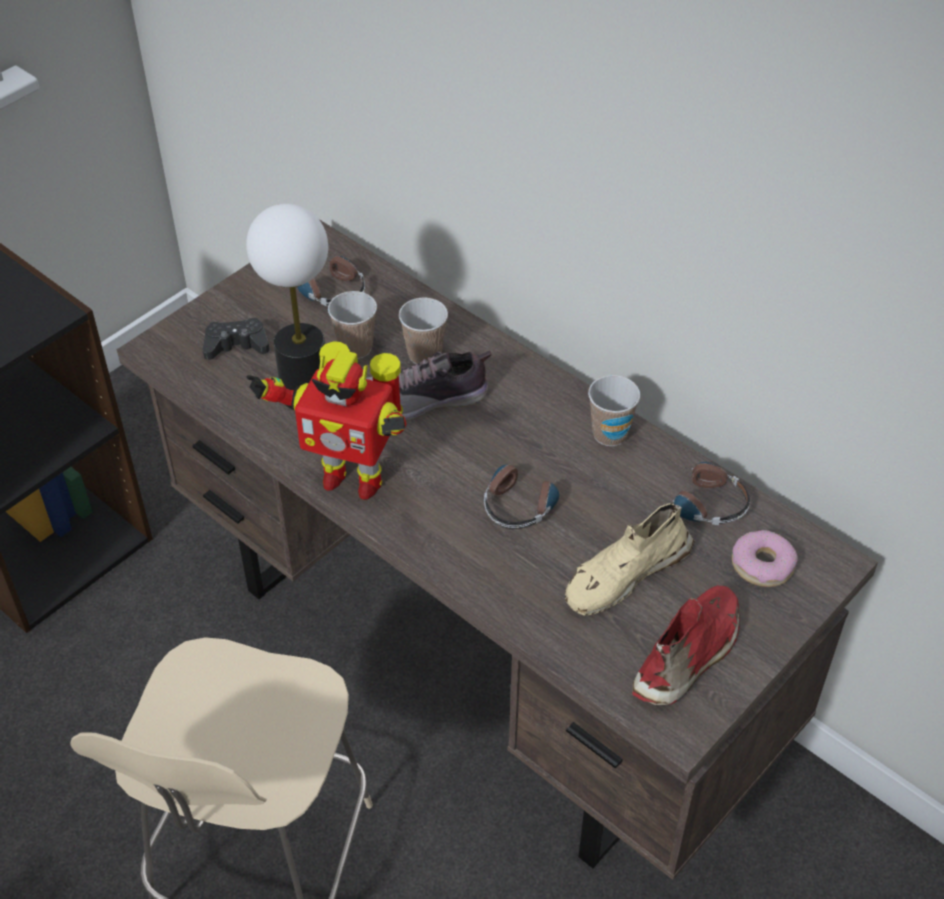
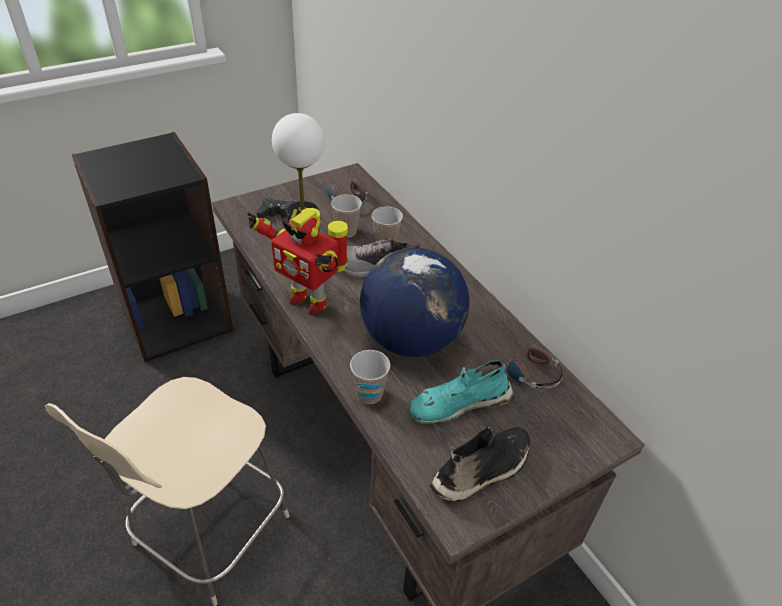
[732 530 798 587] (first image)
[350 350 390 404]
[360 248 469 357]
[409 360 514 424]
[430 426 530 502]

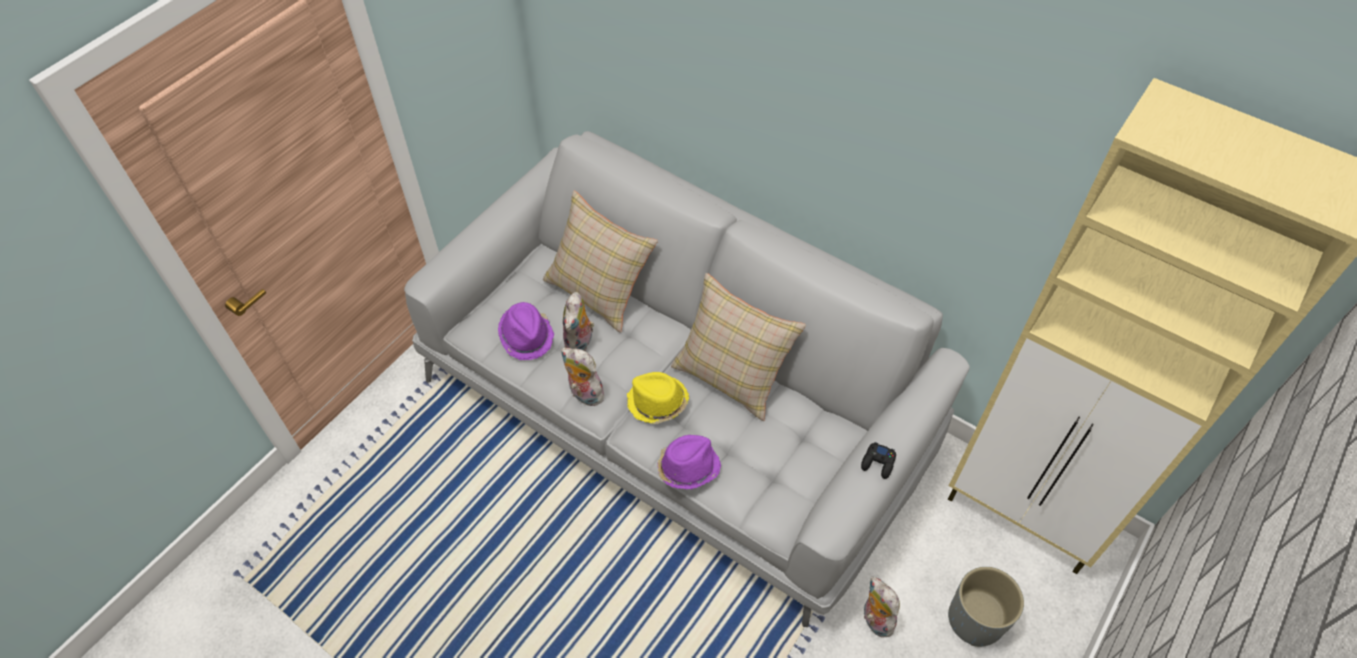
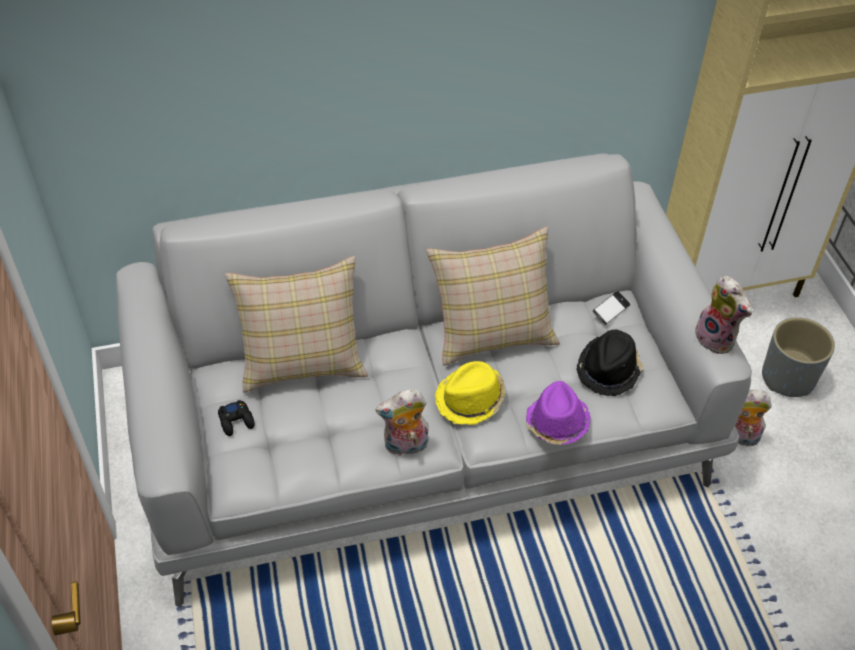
[498 302 554 360] (first image)
[576 330 643 396]
[592 291 630 325]
[695 276 752 354]
[218 400 254 436]

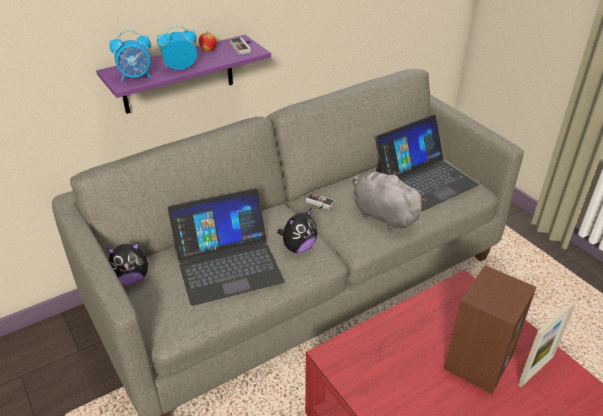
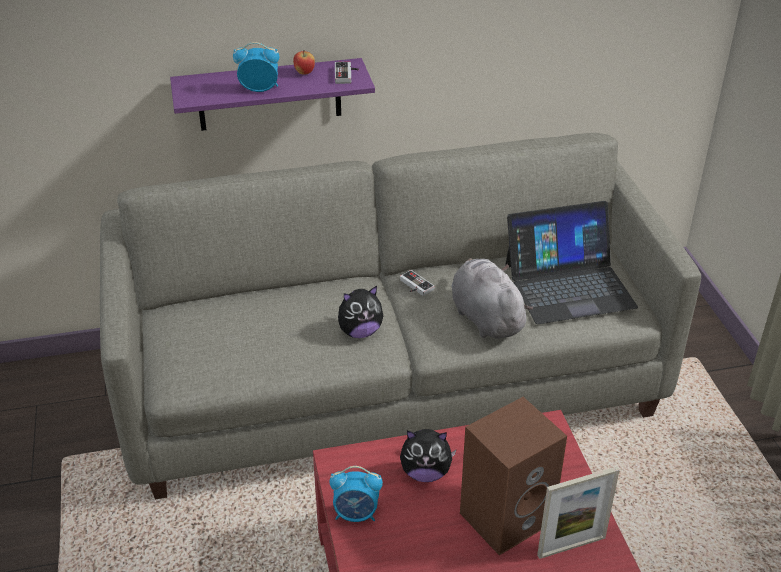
[168 188 285 306] (first image)
[400 429 457 482]
[330 466 383 522]

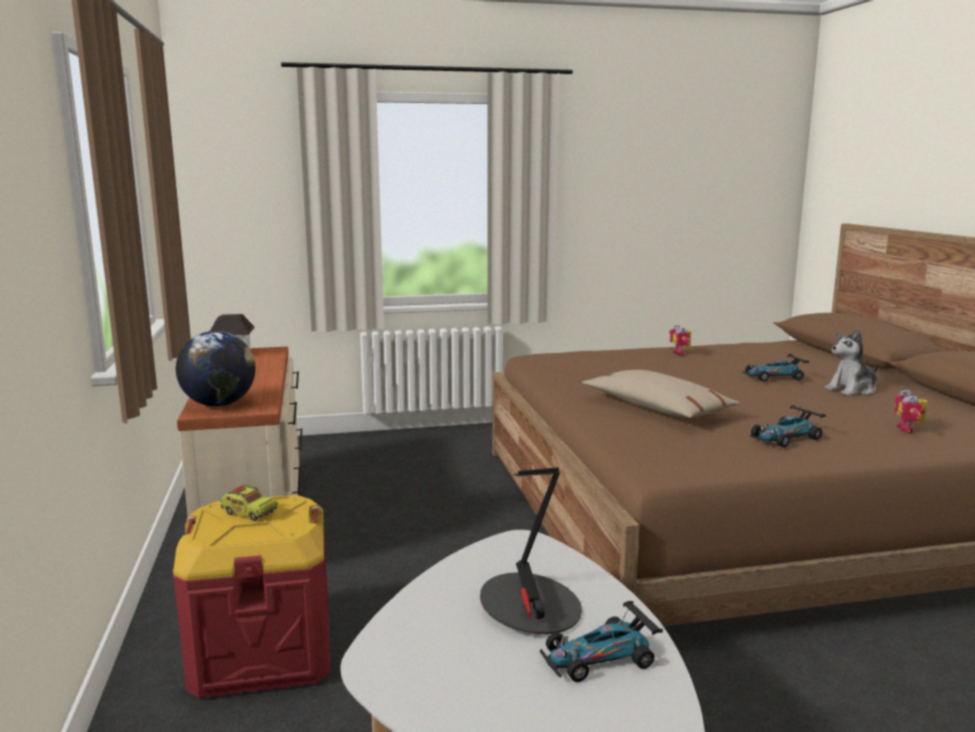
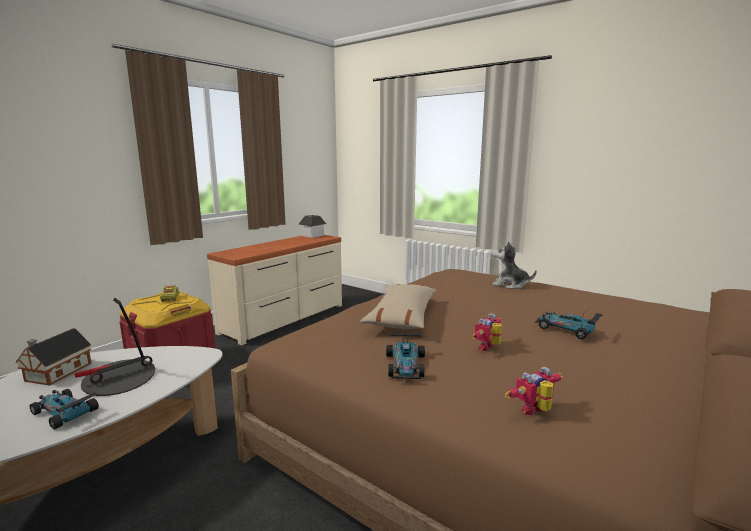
[176 331 256 406] (first image)
[15 328 91 386]
[472 313 502 351]
[492 241 537 289]
[386 330 425 379]

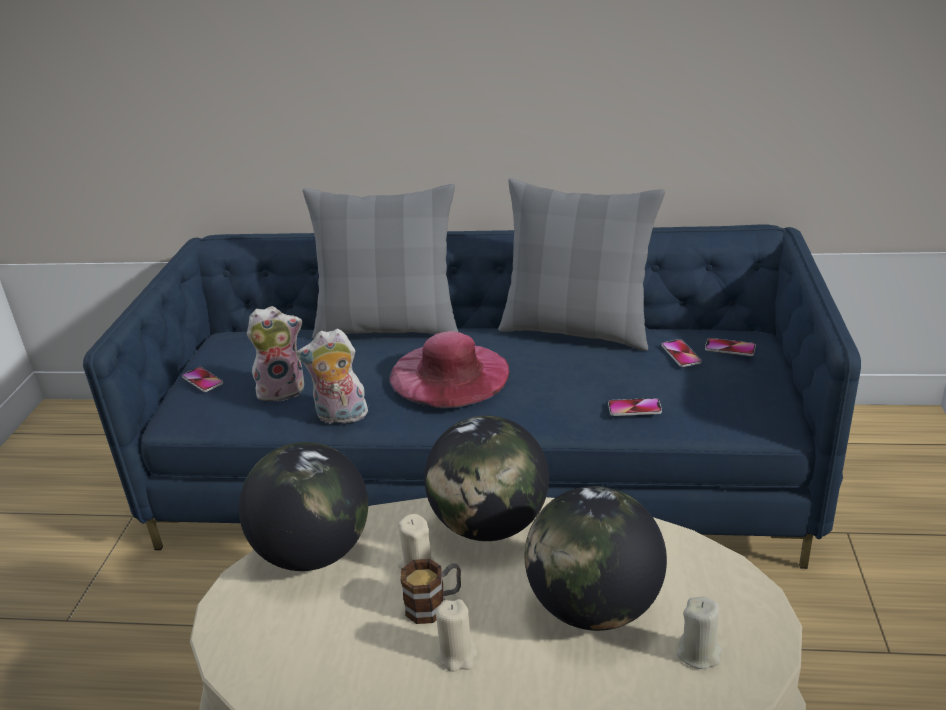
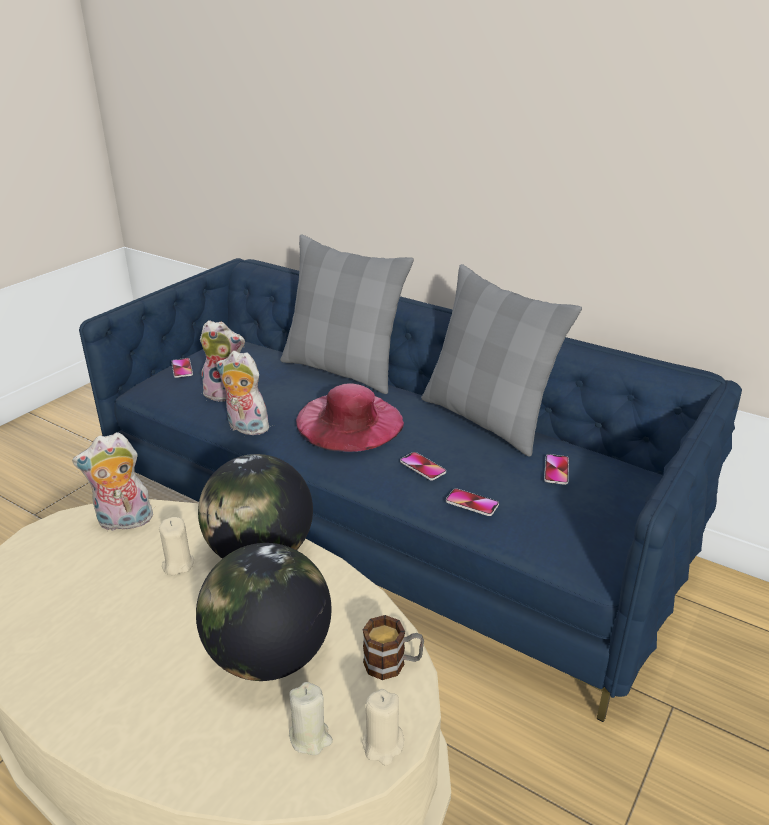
[363 615 424 680]
[362 689 404 766]
[400 452 446 481]
[72 432 154 532]

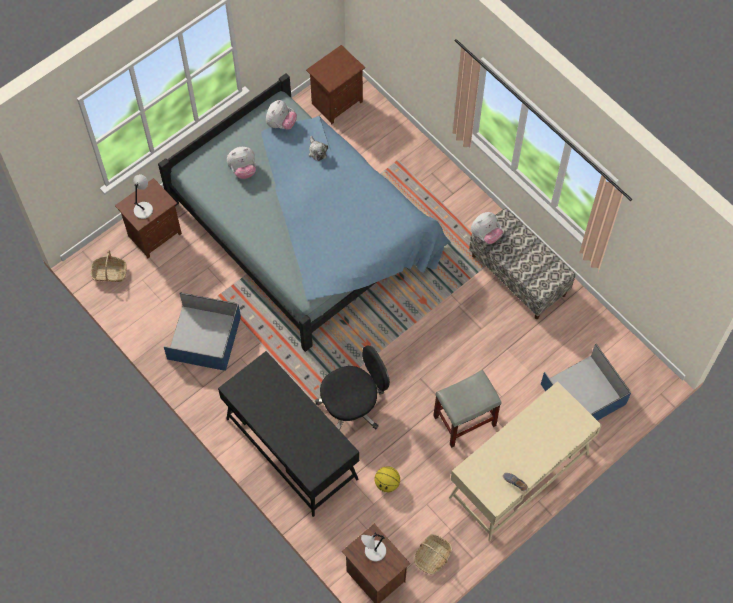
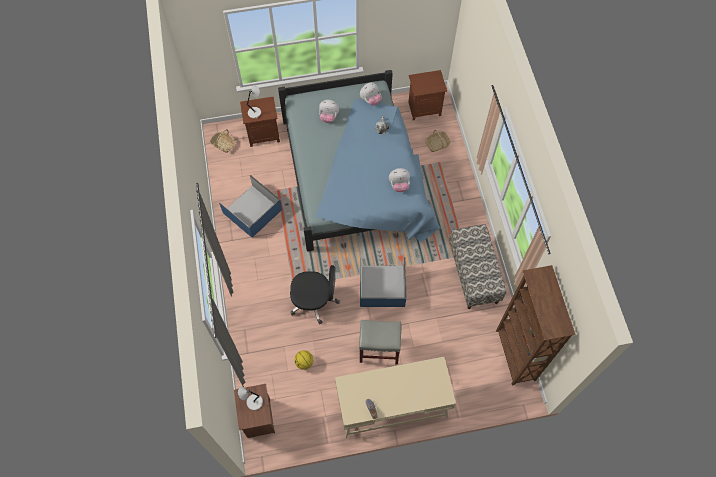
[218 351 359 517] (first image)
[496 265 576 386]
[425 130 451 152]
[389 168 410 192]
[360 257 407 307]

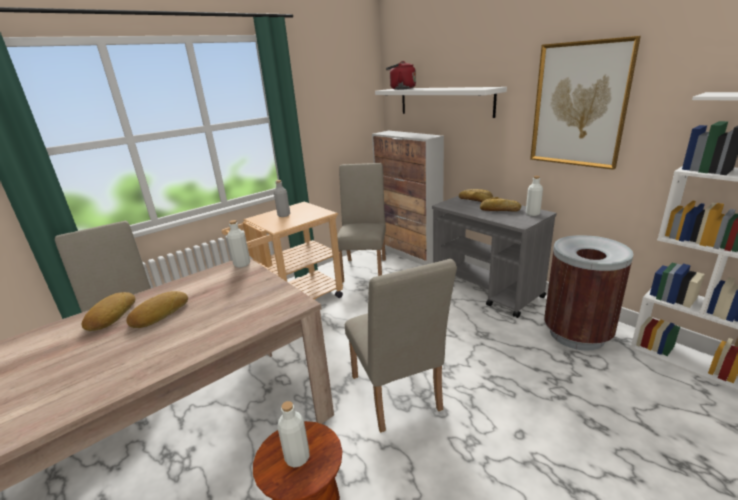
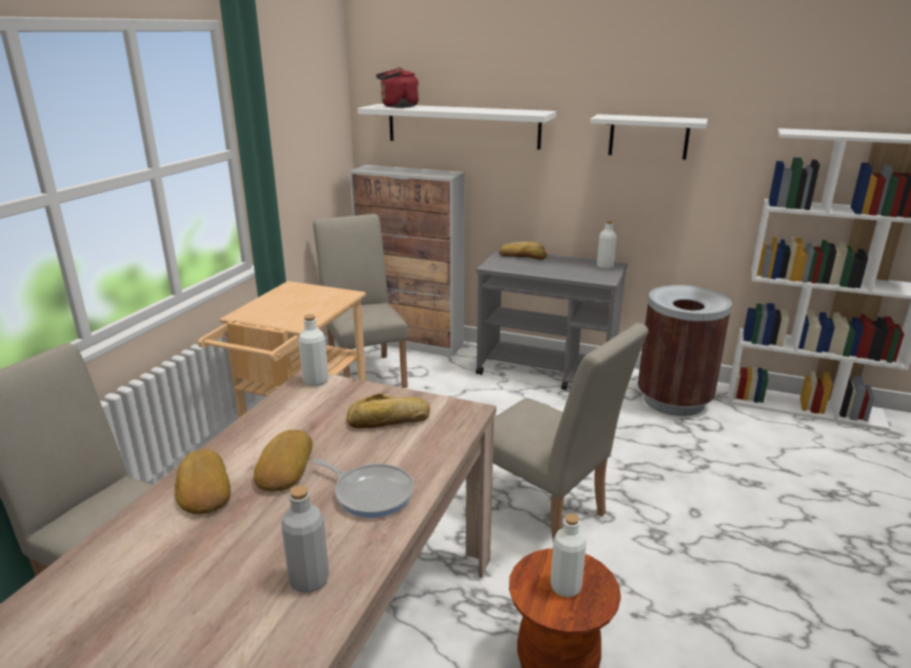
[314 459 414 518]
[281 485 329 593]
[347 393 430 428]
[590 114 708 160]

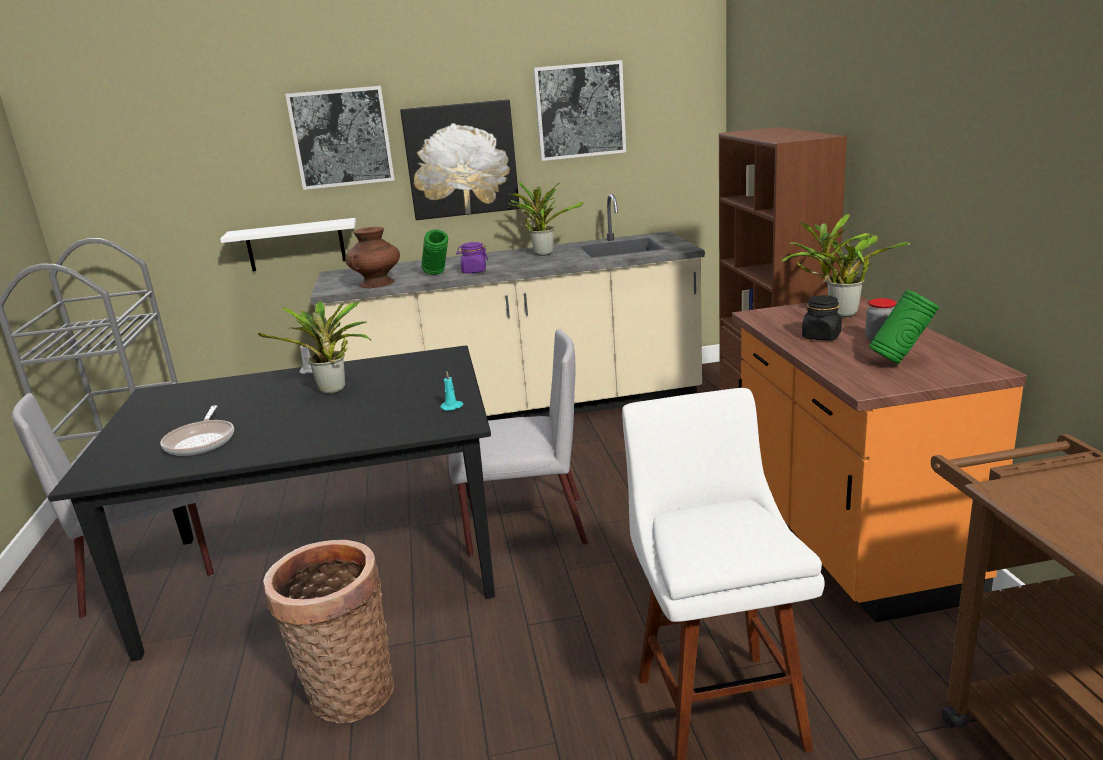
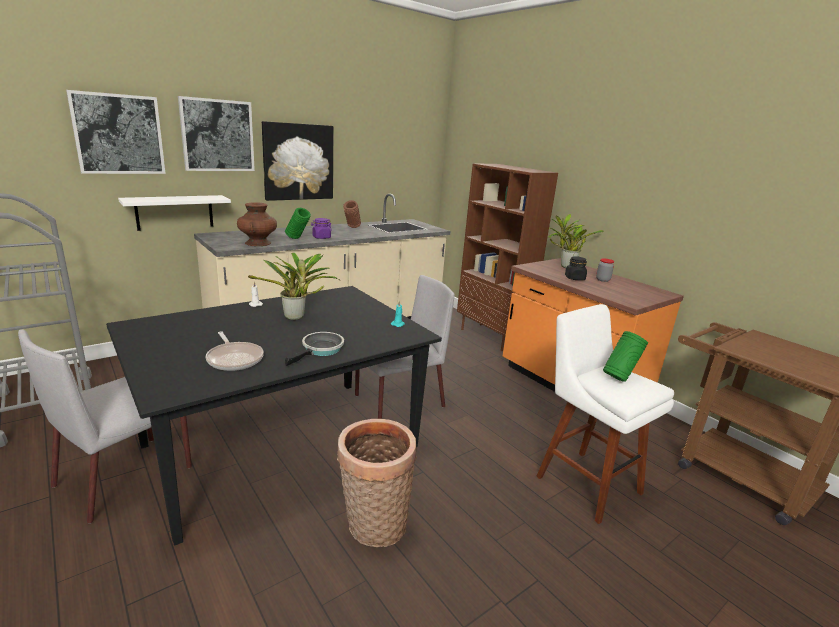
[285 332 344 366]
[66 90 166 174]
[603 331 648 382]
[343 200 361 228]

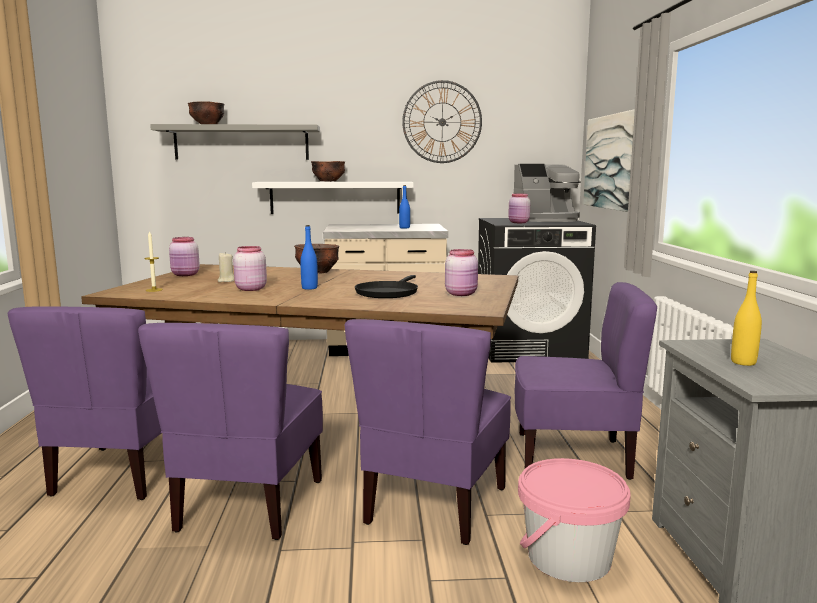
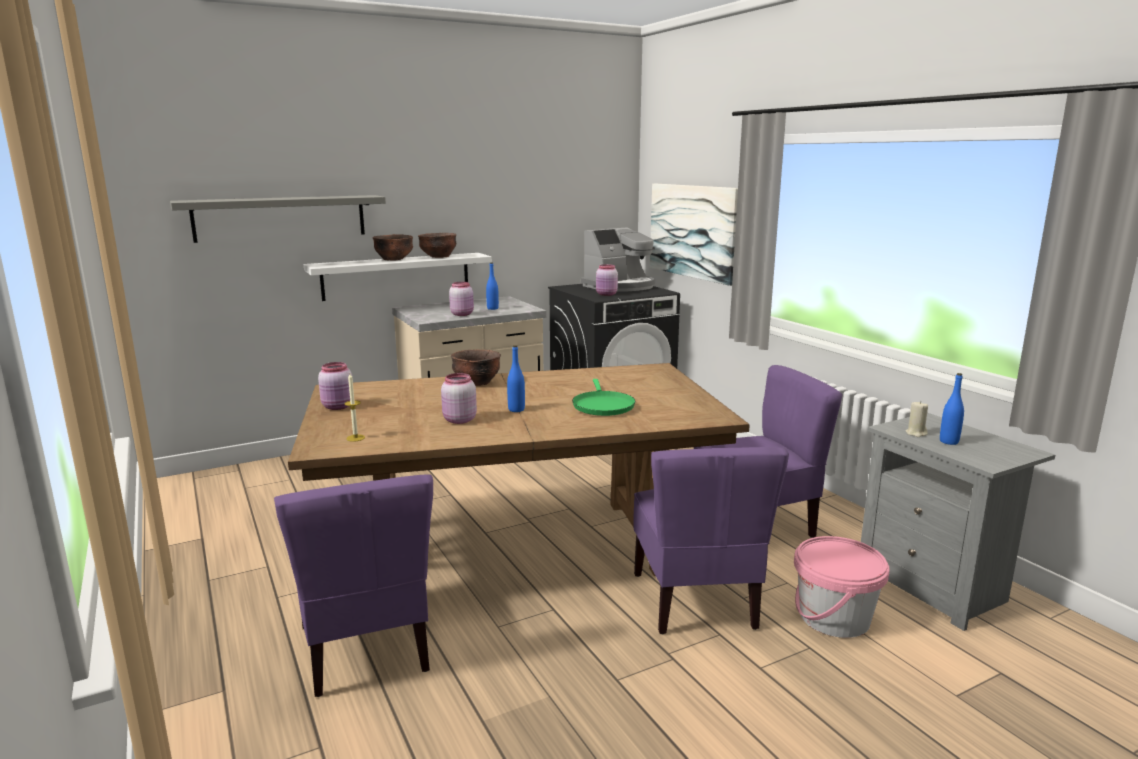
[138 323 323 540] (first image)
[402 80 482 163] (first image)
[418 233 457 258]
[906 401 928 437]
[449 282 474 316]
[572 379 636 416]
[940 373 964 445]

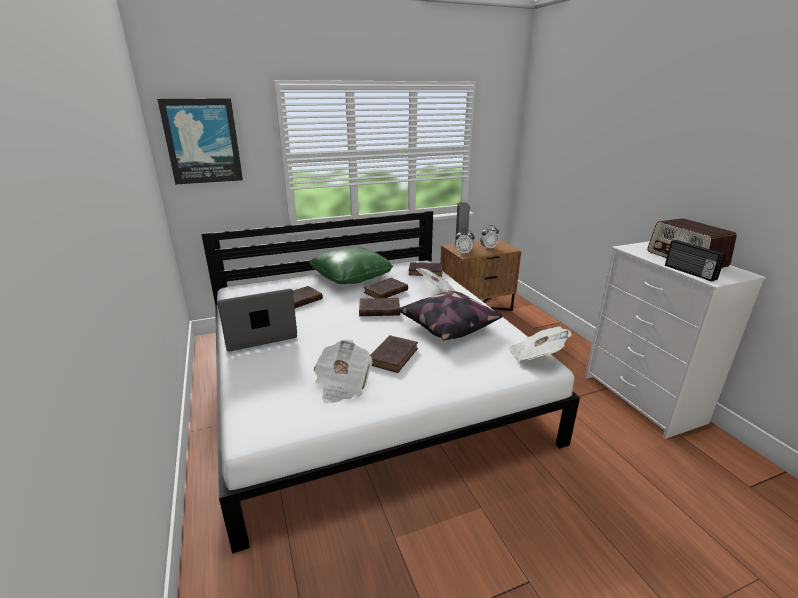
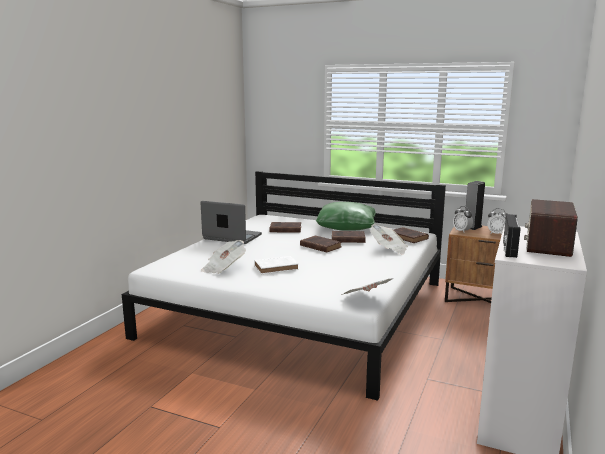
[157 98 243 184] (first image)
[396 291 502 340] (first image)
[254 256 299 274]

